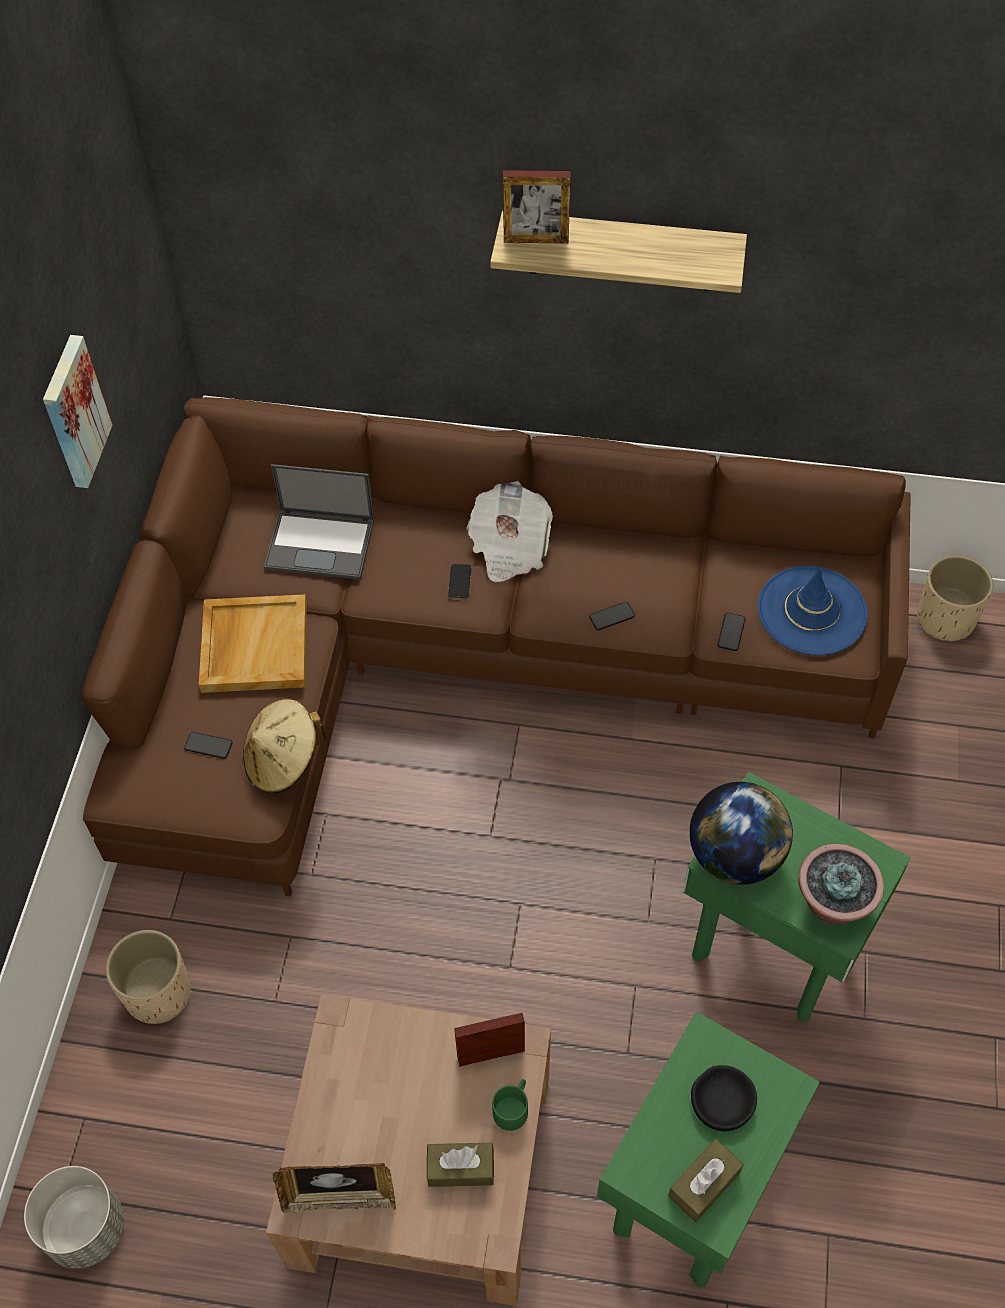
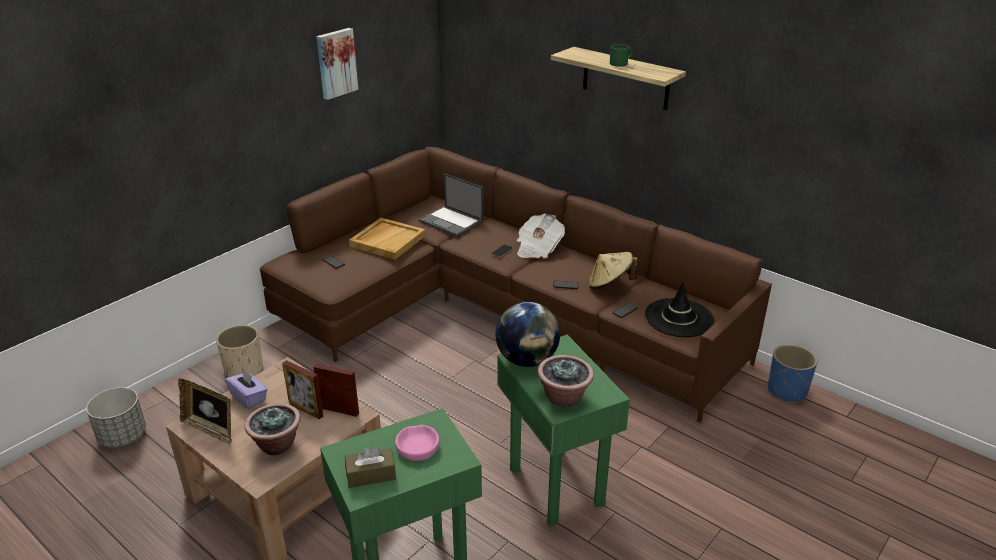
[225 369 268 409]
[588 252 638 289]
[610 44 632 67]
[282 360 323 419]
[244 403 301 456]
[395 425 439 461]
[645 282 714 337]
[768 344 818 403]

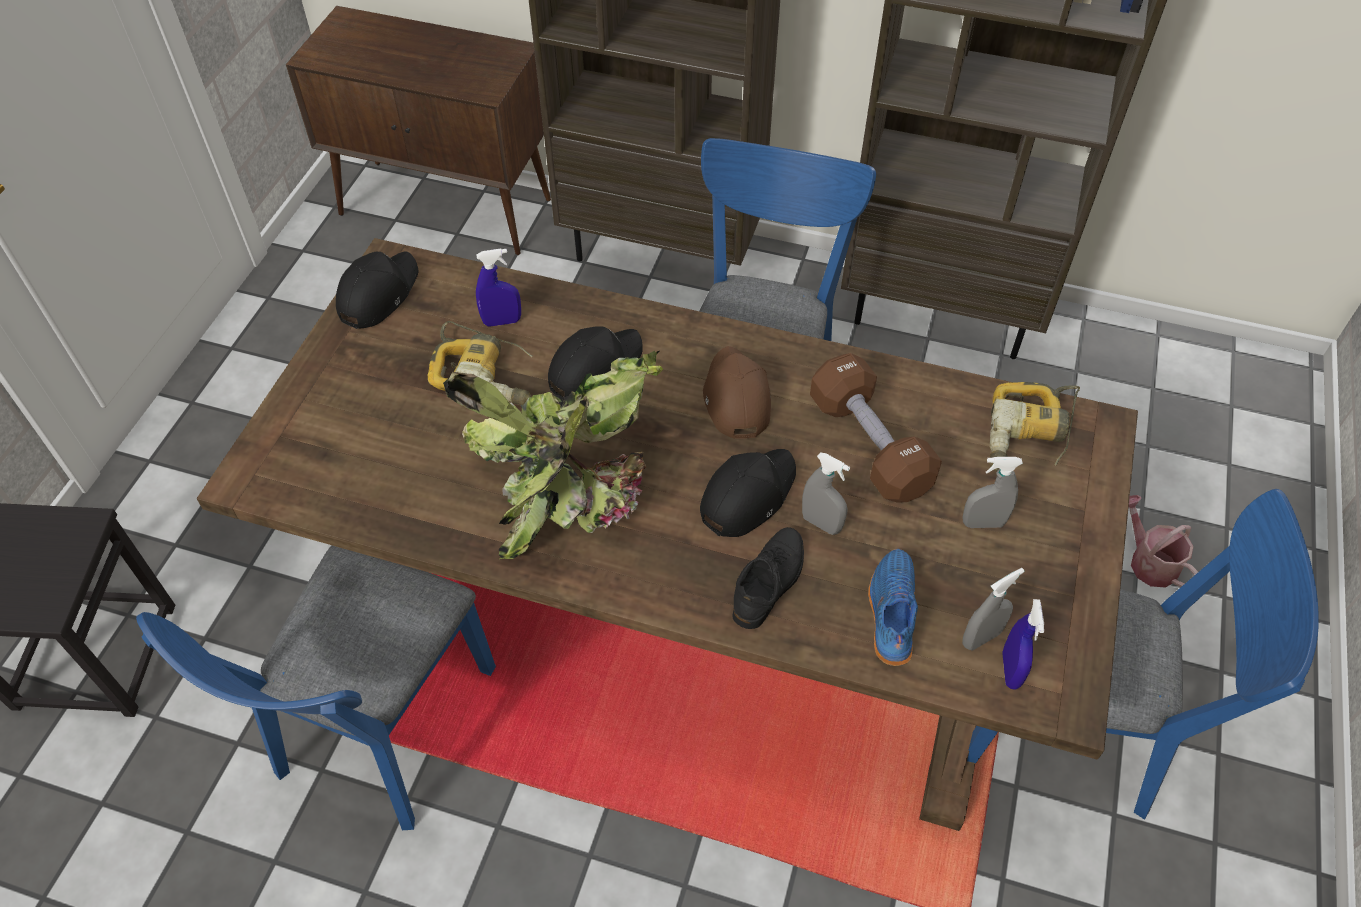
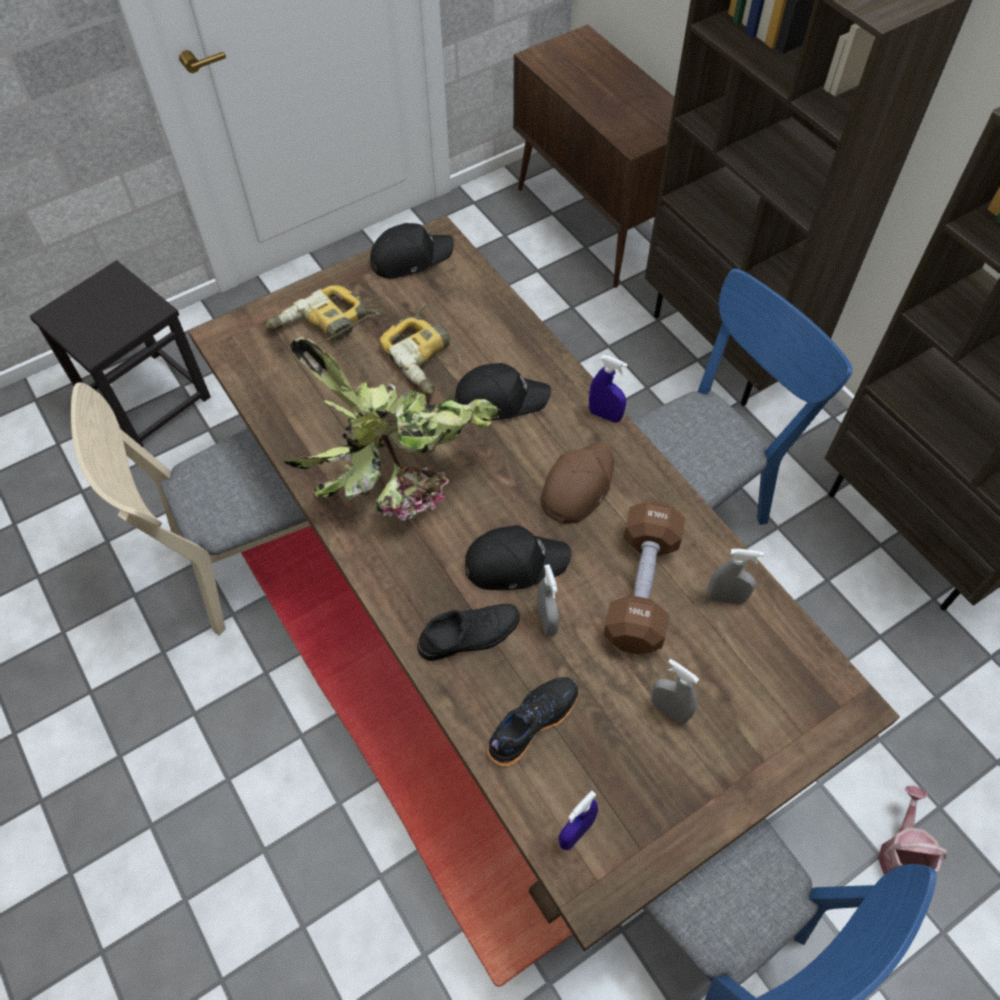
[589 355 628 423]
[707 549 764 605]
[265 285 381 344]
[71 383 311 636]
[488 677 578 766]

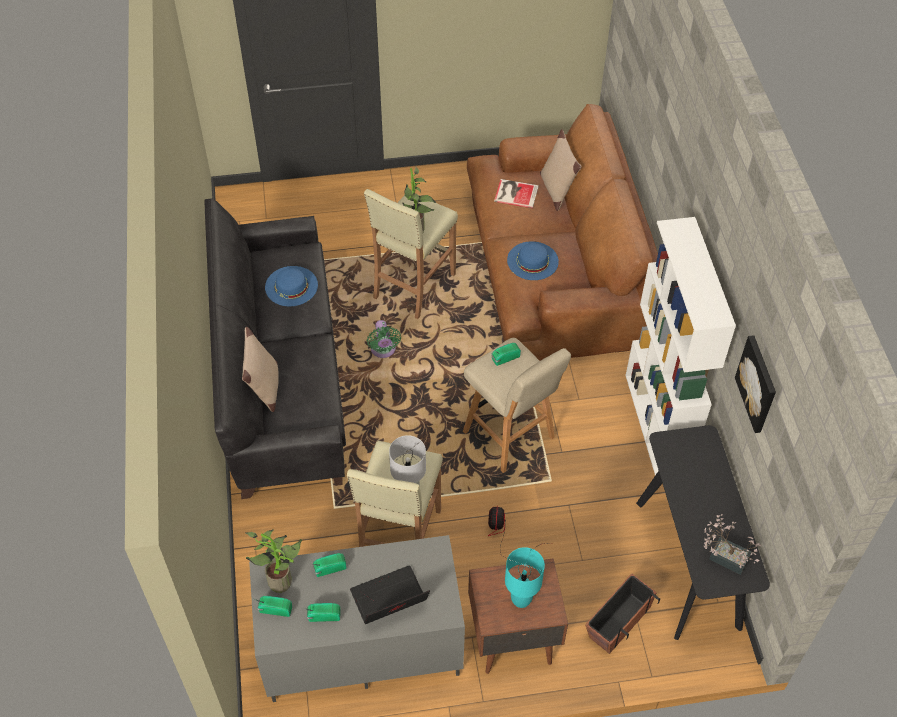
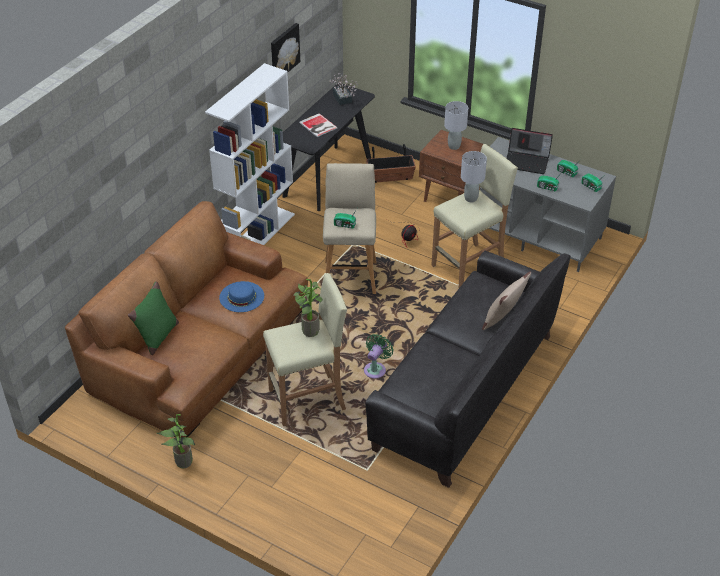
[265 266 318 306] (first image)
[156 414 195 468]
[299 113 338 137]
[444 101 468 150]
[128 281 179 355]

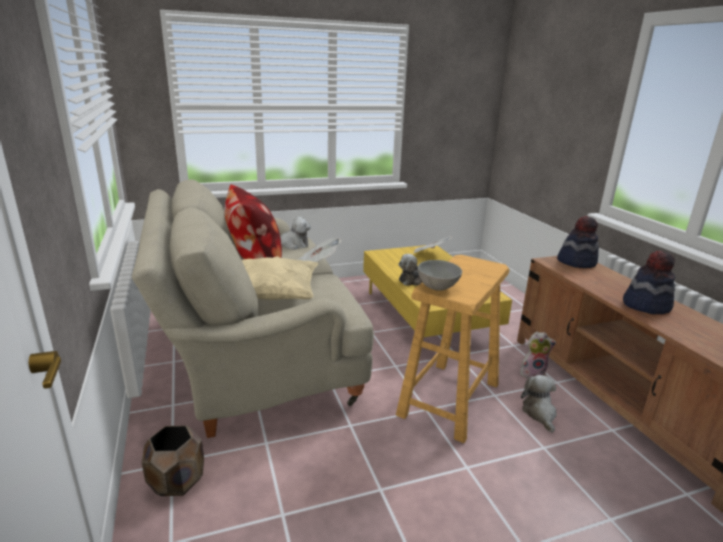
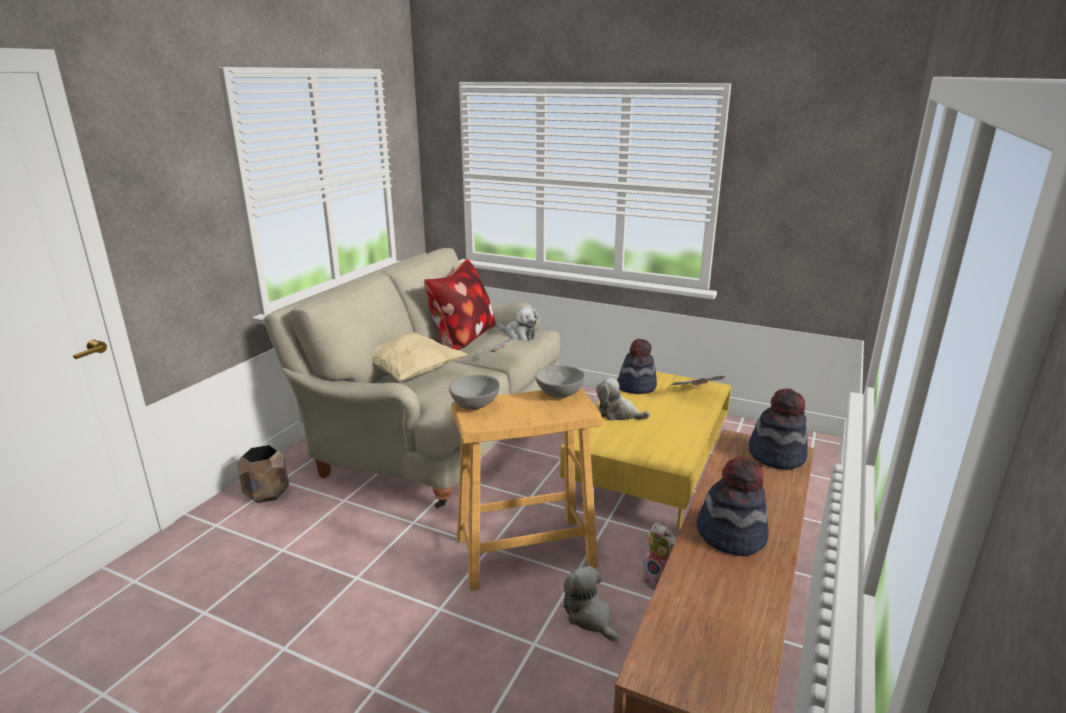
[535 365 585 398]
[617 339 657 394]
[564 566 618 642]

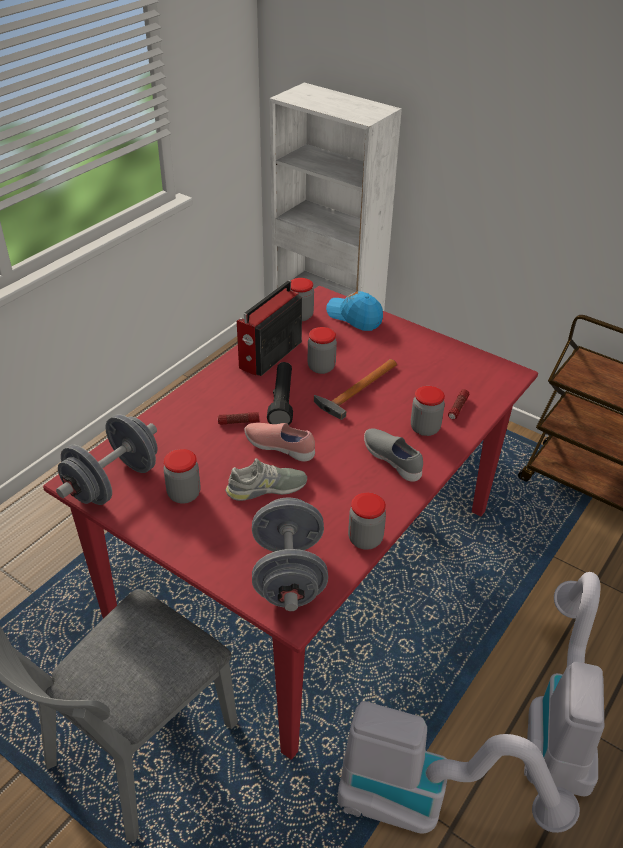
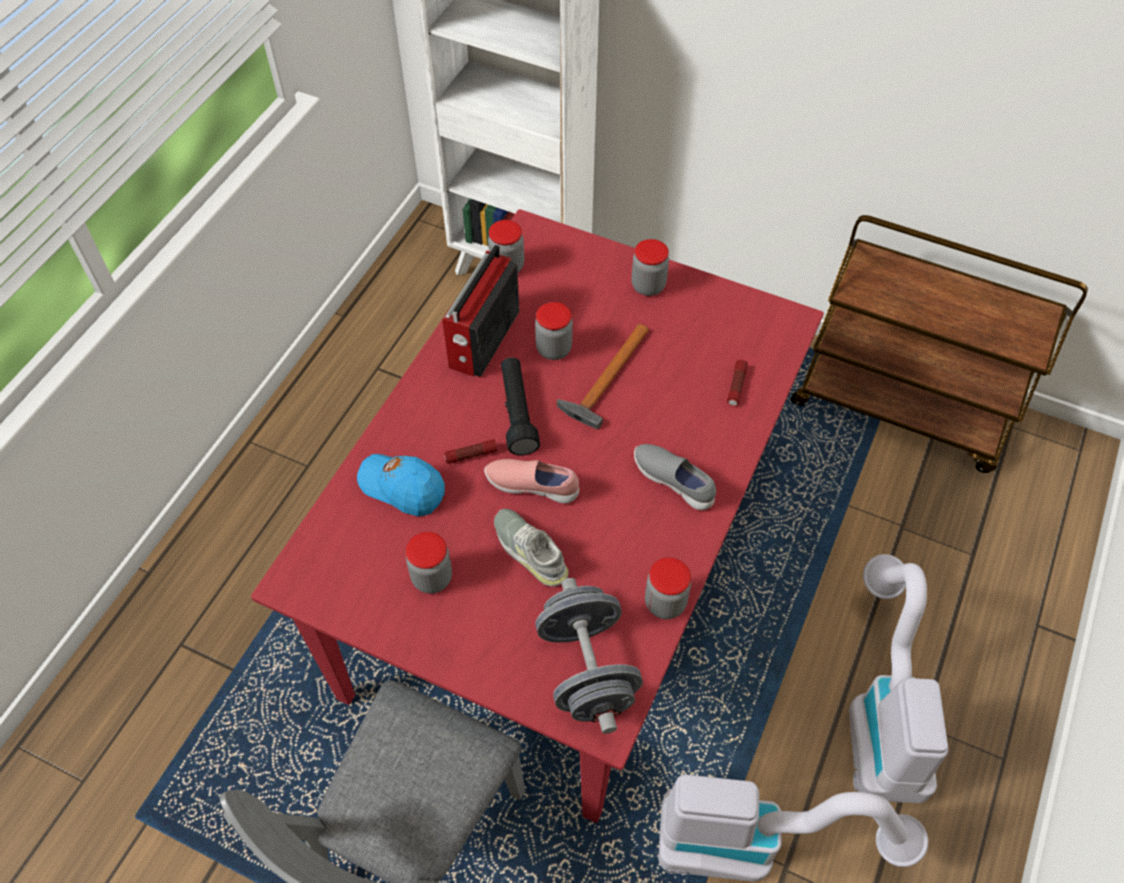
[56 414 158 505] (first image)
[357 454 445 516]
[631 239 669 296]
[494 509 569 587]

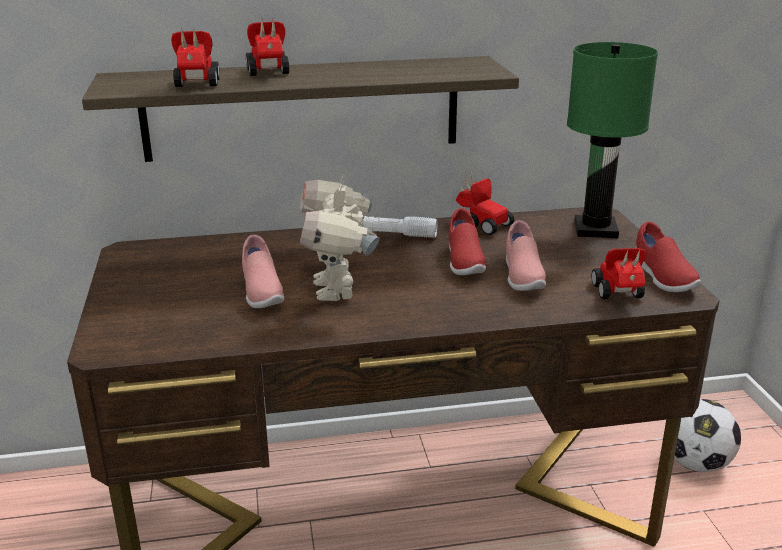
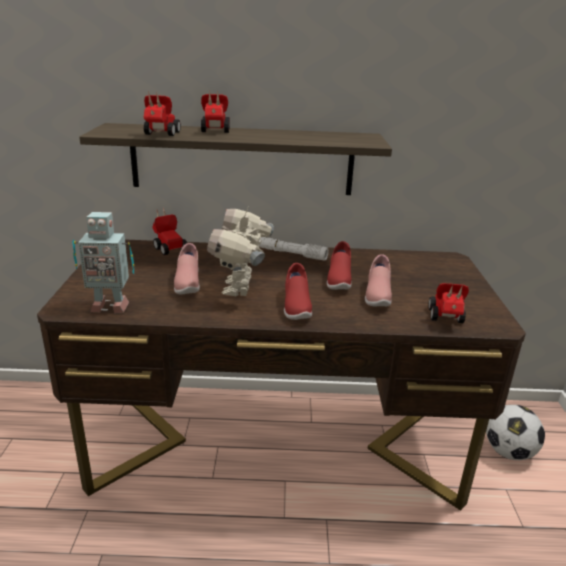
[567 42 658 238] (first image)
[72 212 134 313]
[152 208 187 255]
[284 263 312 320]

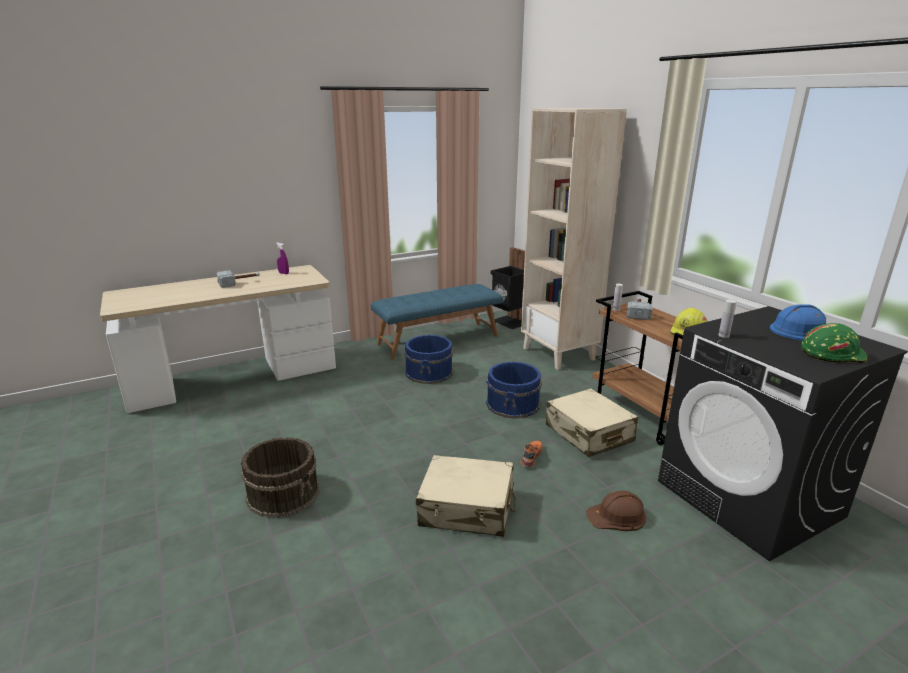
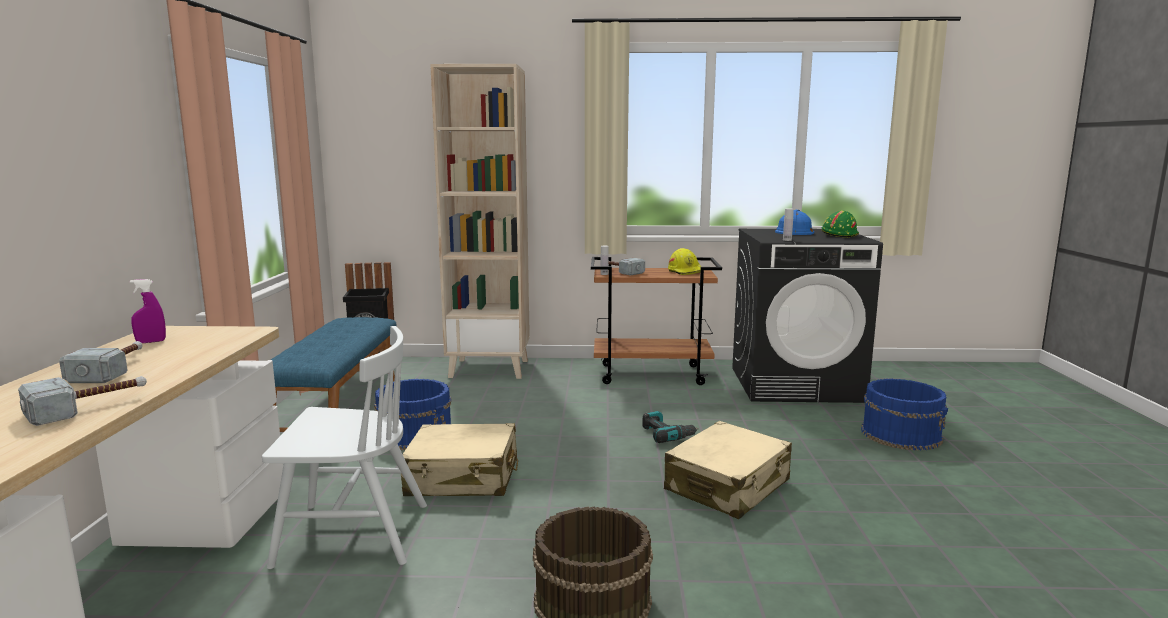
[586 491 646 531] (first image)
[18 376 147 426]
[262 326 427 569]
[861 379 948 451]
[401 423 518 496]
[642 411 699 443]

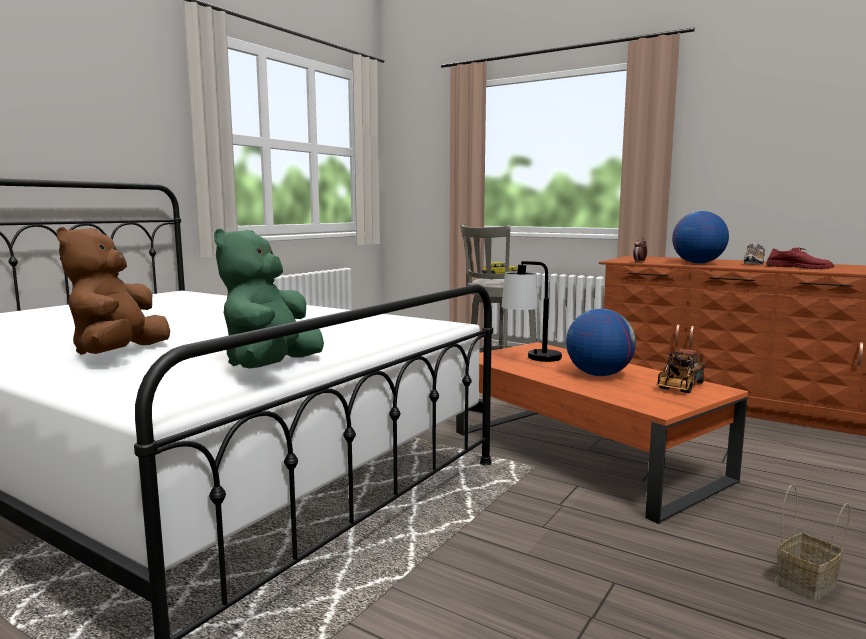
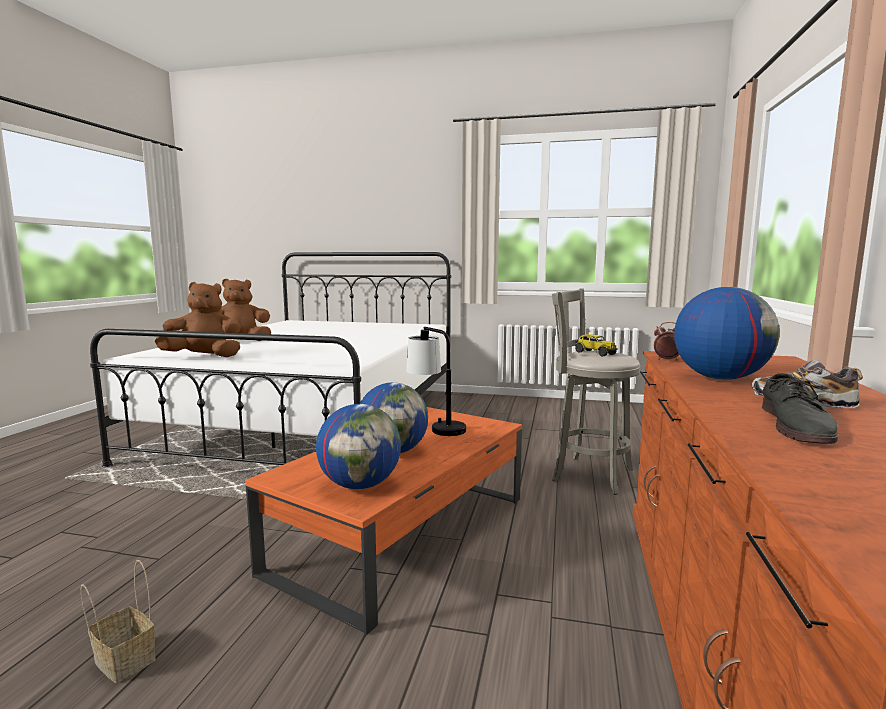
[316 404 401 489]
[155 282 241 357]
[762 373 838 444]

